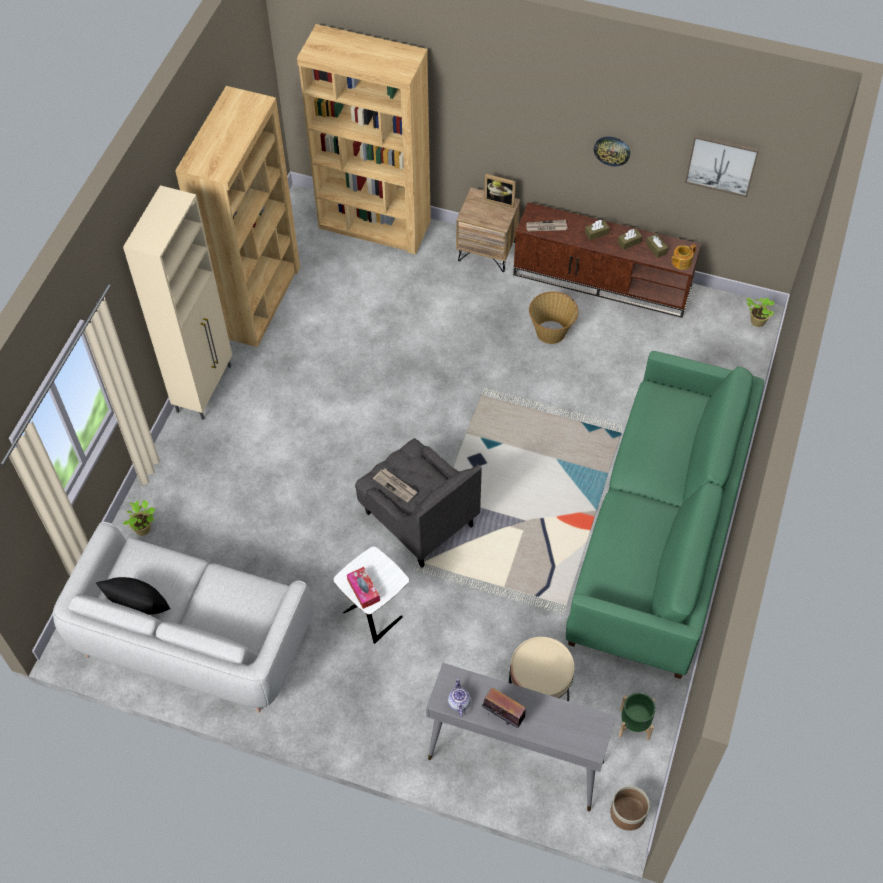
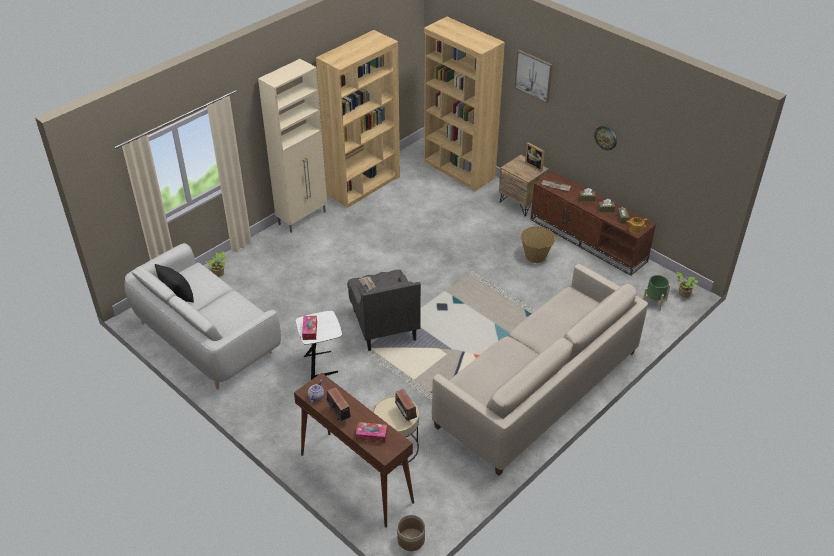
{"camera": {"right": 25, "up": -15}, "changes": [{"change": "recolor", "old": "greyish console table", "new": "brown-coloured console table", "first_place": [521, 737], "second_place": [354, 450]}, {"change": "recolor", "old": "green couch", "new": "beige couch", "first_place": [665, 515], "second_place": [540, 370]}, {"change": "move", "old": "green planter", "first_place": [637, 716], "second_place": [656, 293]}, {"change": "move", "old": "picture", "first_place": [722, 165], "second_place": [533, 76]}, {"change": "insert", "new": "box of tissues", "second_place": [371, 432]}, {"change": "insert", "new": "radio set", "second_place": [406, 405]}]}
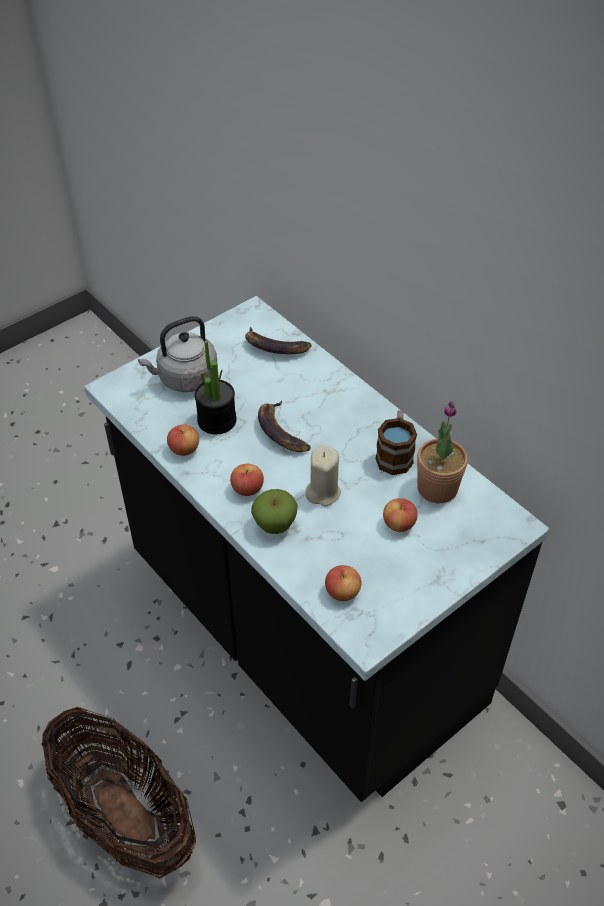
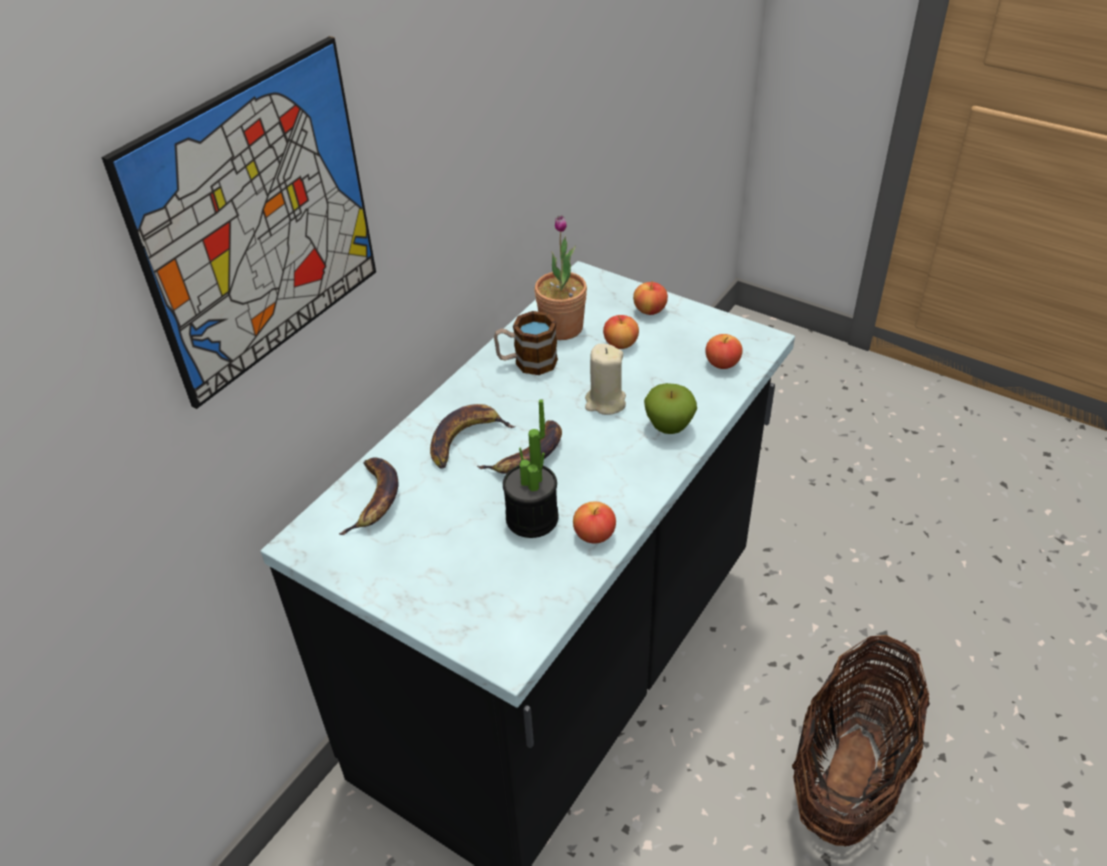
{"camera": {"right": -105, "up": -5}, "changes": [{"change": "delete", "old": "greyish water kettle", "first_place": [178, 354]}, {"change": "move", "old": "apple", "first_place": [247, 480], "second_place": [650, 298]}, {"change": "insert", "new": "picture", "second_place": [238, 222]}, {"change": "insert", "new": "banana", "second_place": [473, 436]}]}
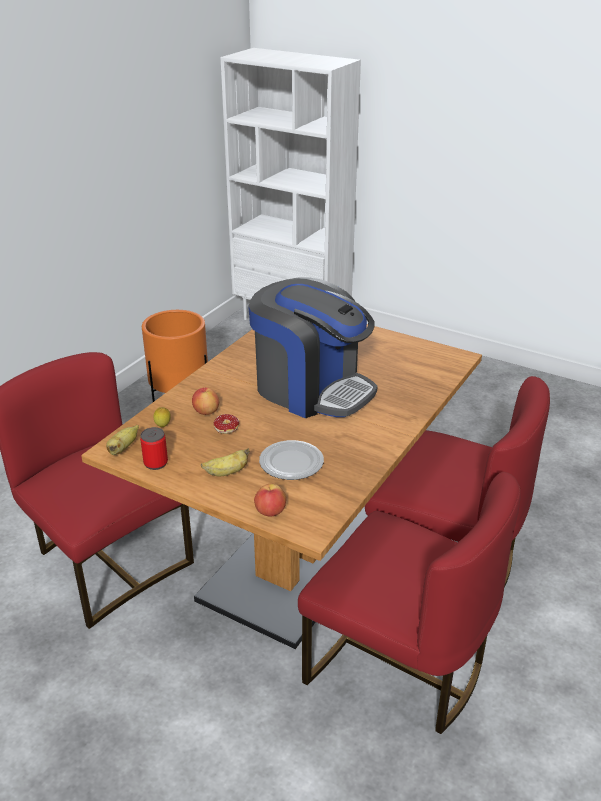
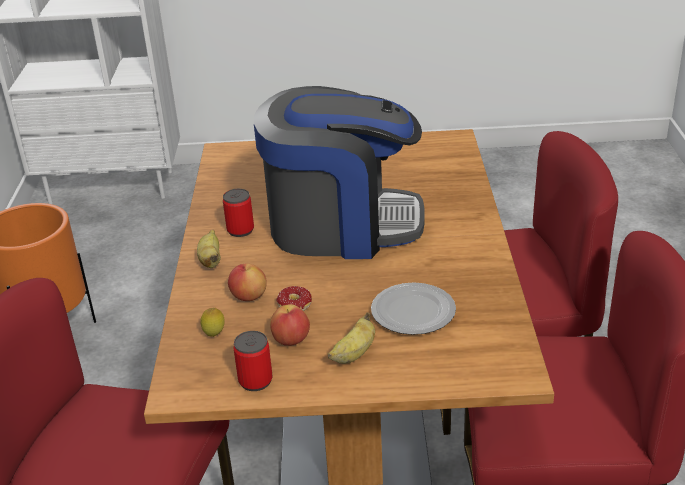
{"camera": {"right": -30, "up": 0}, "changes": [{"change": "move", "old": "banana", "first_place": [122, 440], "second_place": [209, 249]}, {"change": "move", "old": "apple", "first_place": [270, 500], "second_place": [290, 325]}, {"change": "insert", "new": "sealed can", "second_place": [238, 213]}]}
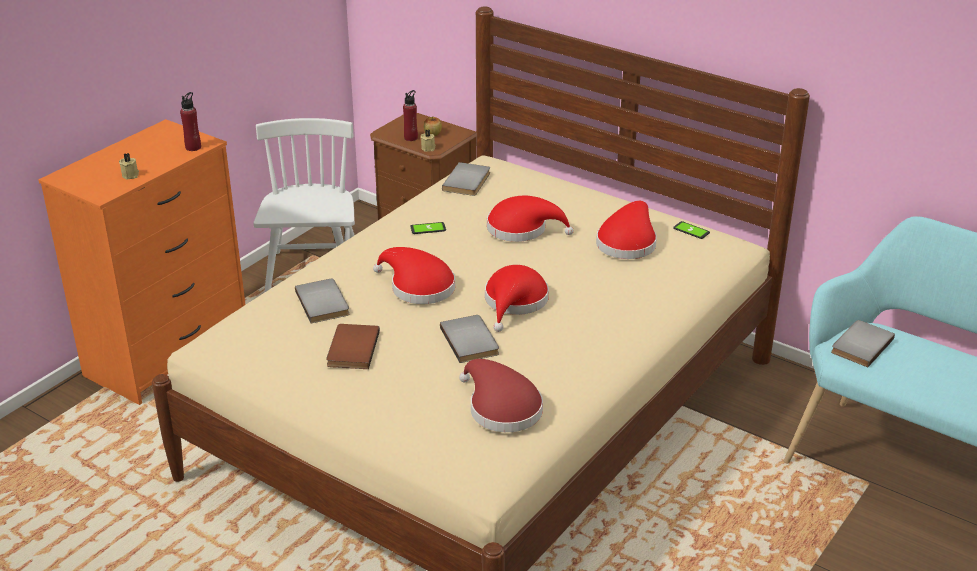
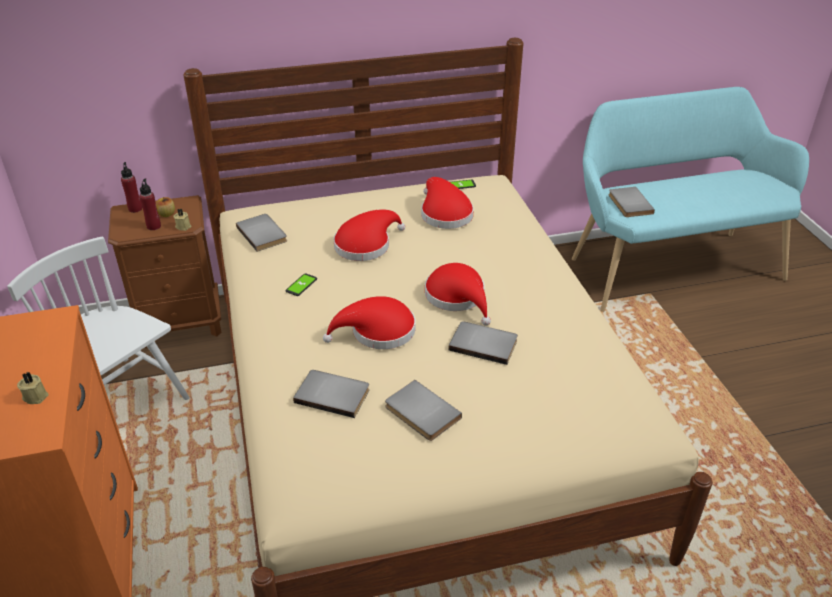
{"camera": {"right": -50, "up": 5}, "changes": [{"change": "move", "old": "red beverage bottle", "first_place": [190, 121], "second_place": [131, 187]}, {"change": "recolor", "old": "brown-coloured bound book", "new": "greyish bound book", "first_place": [353, 346], "second_place": [423, 410]}, {"change": "delete", "old": "red wearable hat", "first_place": [501, 395]}]}
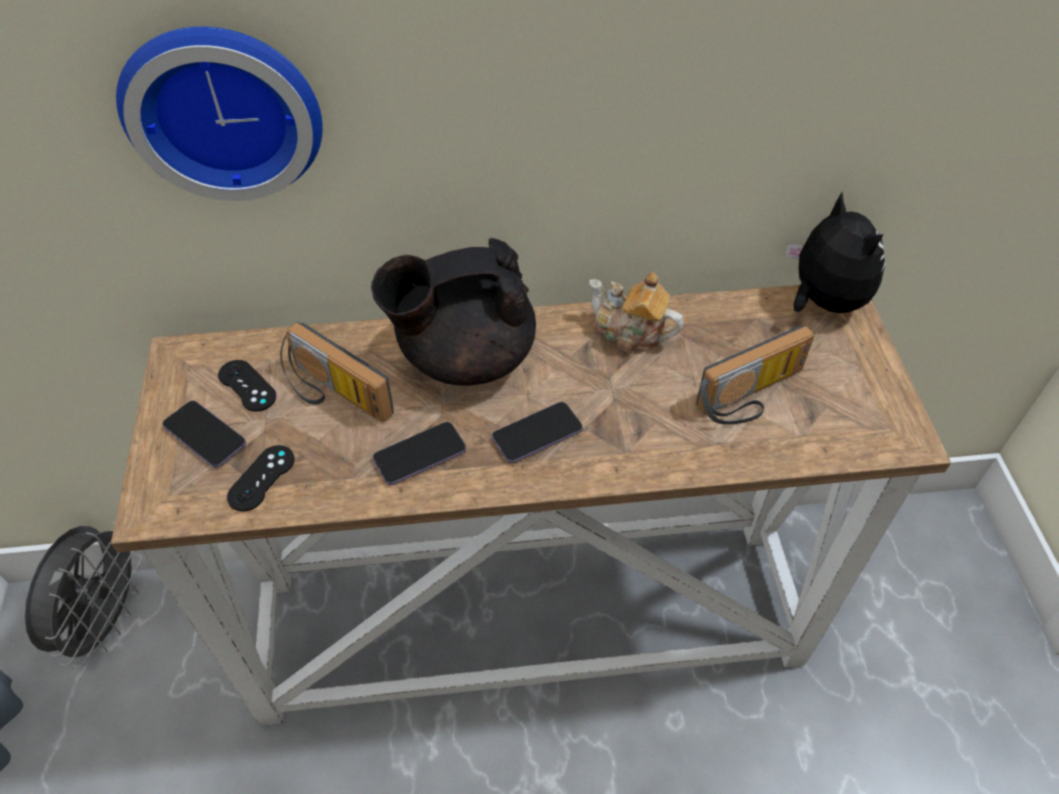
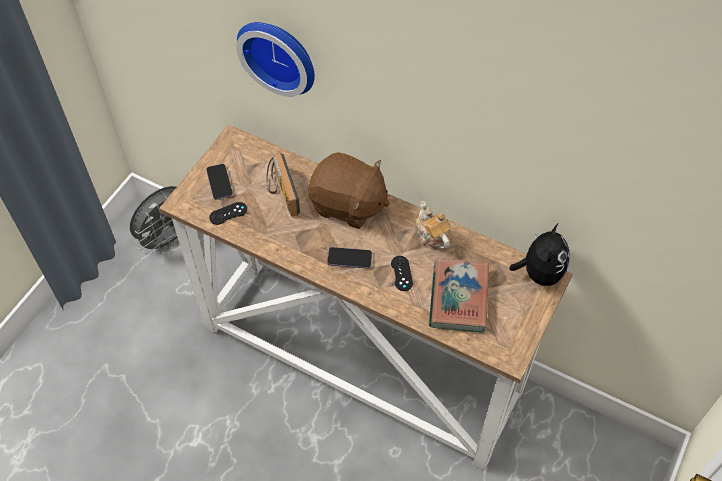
{"camera": {"right": 35, "up": 5}, "changes": [{"change": "move", "old": "black game controller", "first_place": [247, 386], "second_place": [402, 273]}, {"change": "replace", "old": "black pot for tea", "new": "brown-coloured plush toy", "first_place": [453, 312], "second_place": [349, 190]}, {"change": "delete", "old": "phone", "first_place": [419, 453]}, {"change": "replace", "old": "radio set", "new": "bound book", "first_place": [755, 375], "second_place": [459, 295]}]}
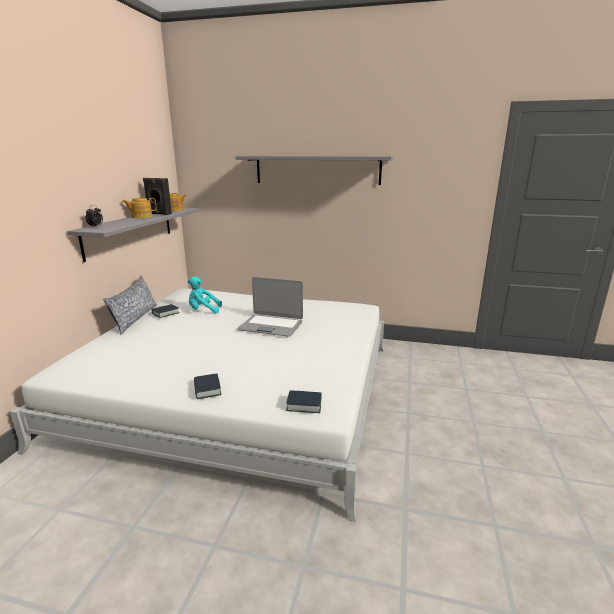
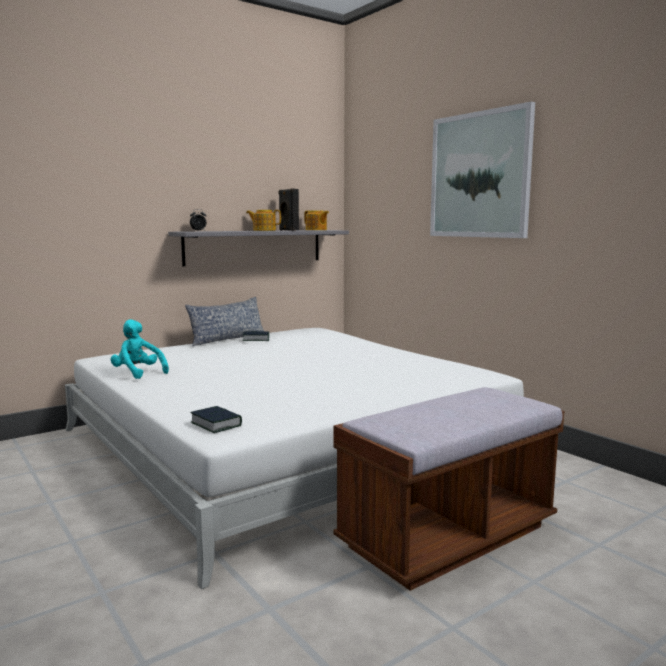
{"camera": {"right": 40, "up": -10}, "changes": [{"change": "move", "old": "blue-green plush toy", "first_place": [204, 295], "second_place": [140, 349]}, {"change": "delete", "old": "bound book", "first_place": [207, 386]}, {"change": "replace", "old": "greyish shelf", "new": "picture", "first_place": [314, 170], "second_place": [482, 170]}, {"change": "delete", "old": "laptop", "first_place": [270, 307]}, {"change": "insert", "new": "brown-coloured long seat", "second_place": [448, 489]}]}
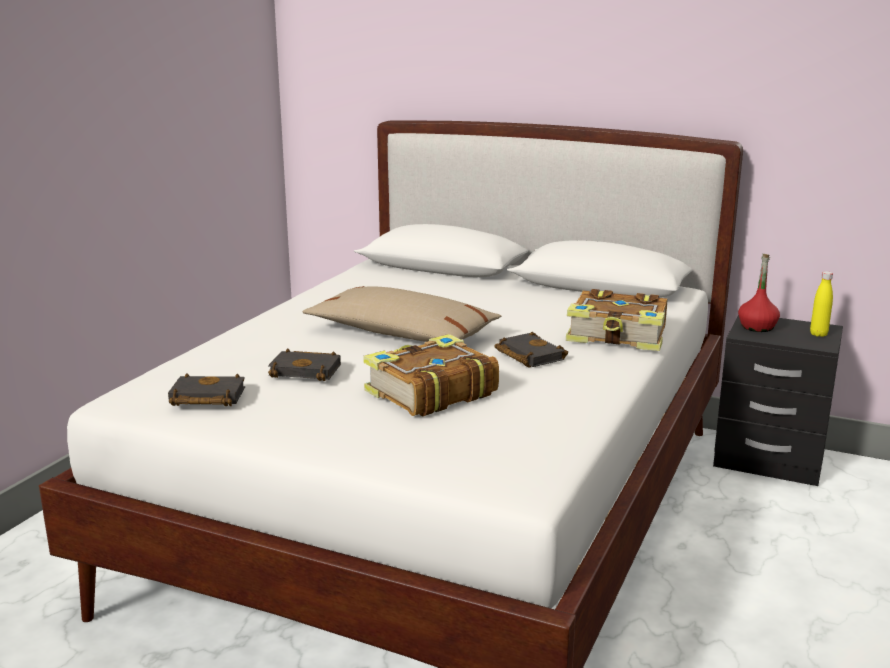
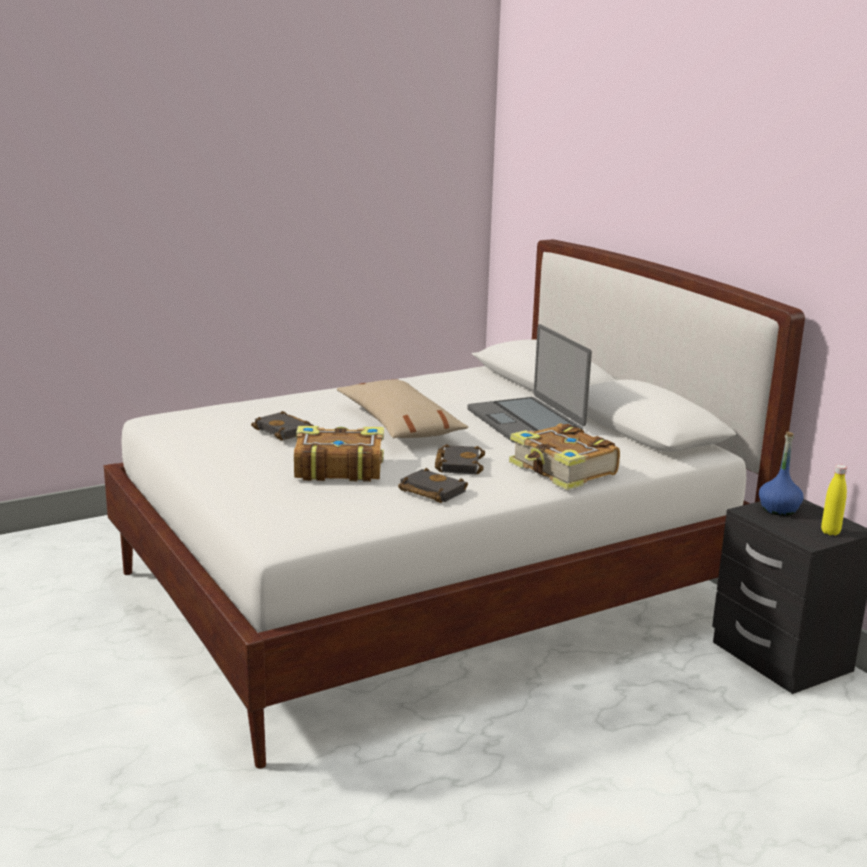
{"camera": {"right": 35, "up": 0}, "changes": [{"change": "move", "old": "black bound book", "first_place": [206, 389], "second_place": [433, 485]}, {"change": "recolor", "old": "red beverage bottle", "new": "blue-coloured beverage bottle", "first_place": [759, 293], "second_place": [781, 474]}, {"change": "insert", "new": "laptop", "second_place": [529, 383]}]}
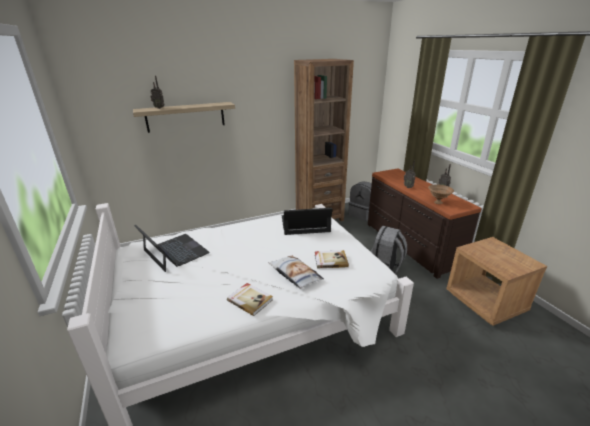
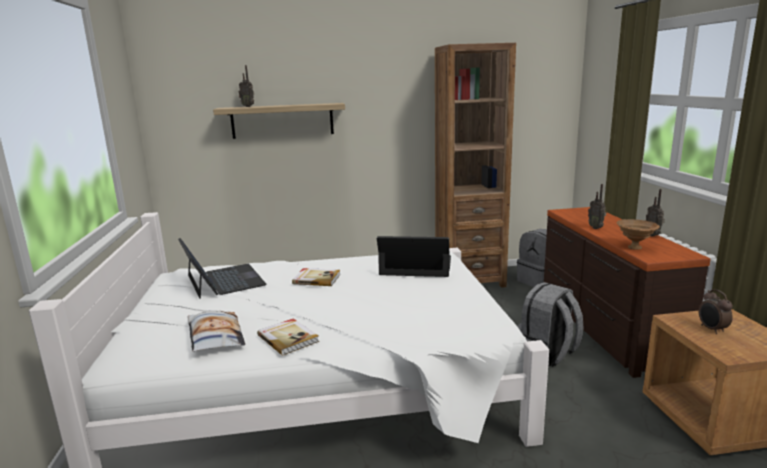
{"camera": {"right": 15, "up": -10}, "changes": [{"change": "move", "old": "pillow", "first_place": [296, 272], "second_place": [216, 331]}, {"change": "move", "old": "bound book", "first_place": [332, 259], "second_place": [316, 277]}, {"change": "insert", "new": "table clock", "second_place": [716, 311]}]}
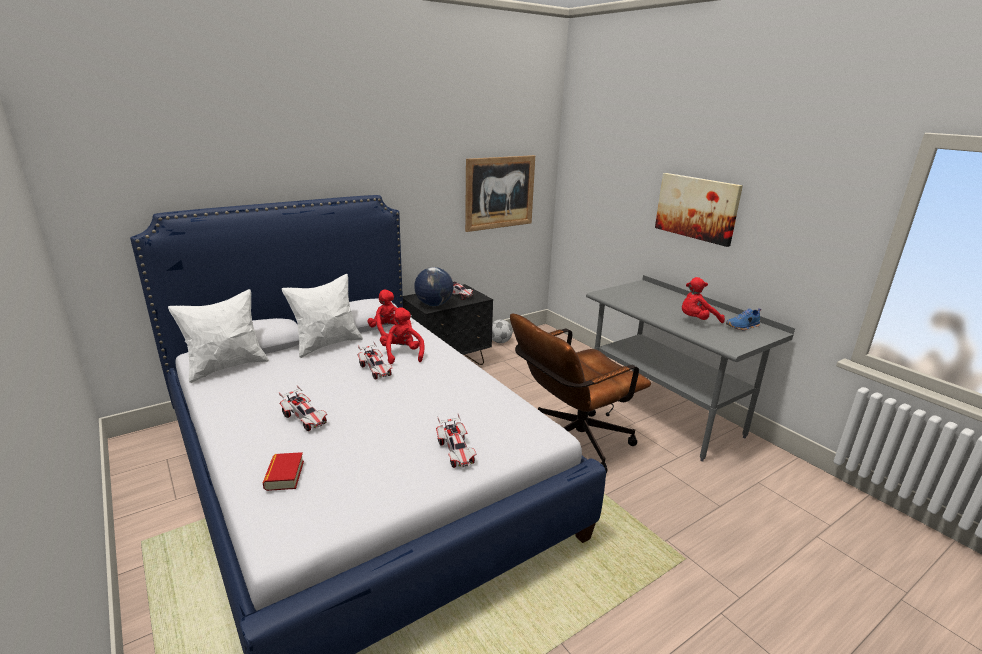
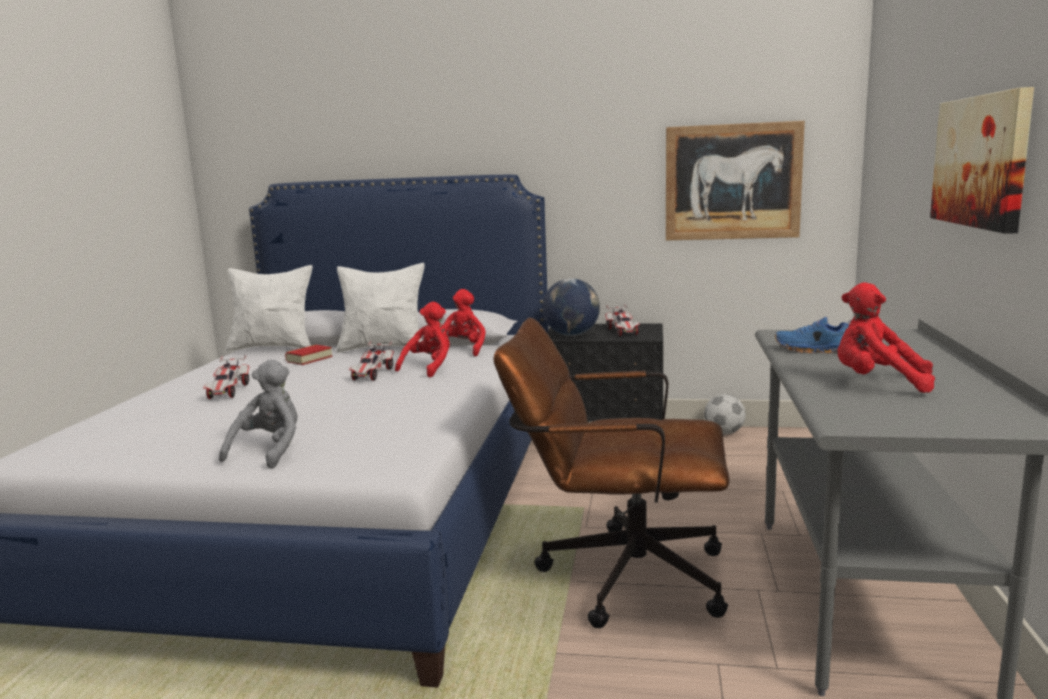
{"camera": {"right": 45, "up": -10}, "changes": [{"change": "move", "old": "bound book", "first_place": [283, 471], "second_place": [309, 355]}, {"change": "replace", "old": "toy car", "new": "greyish plush toy", "first_place": [456, 441], "second_place": [258, 414]}, {"change": "move", "old": "blue-coloured shoe", "first_place": [743, 319], "second_place": [813, 335]}]}
